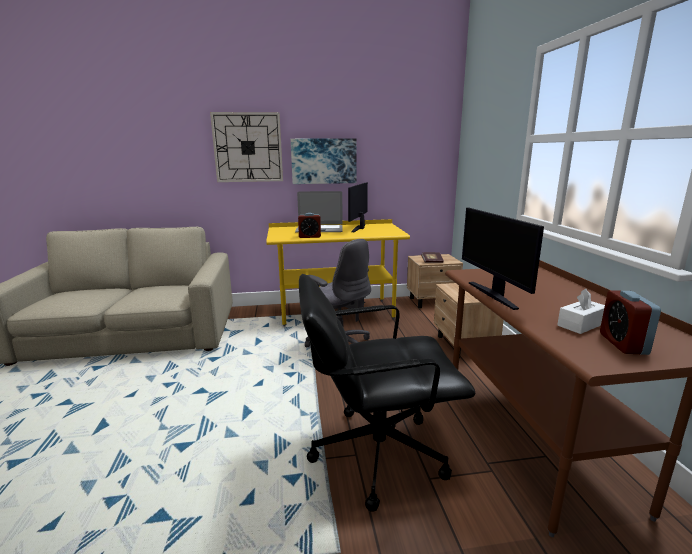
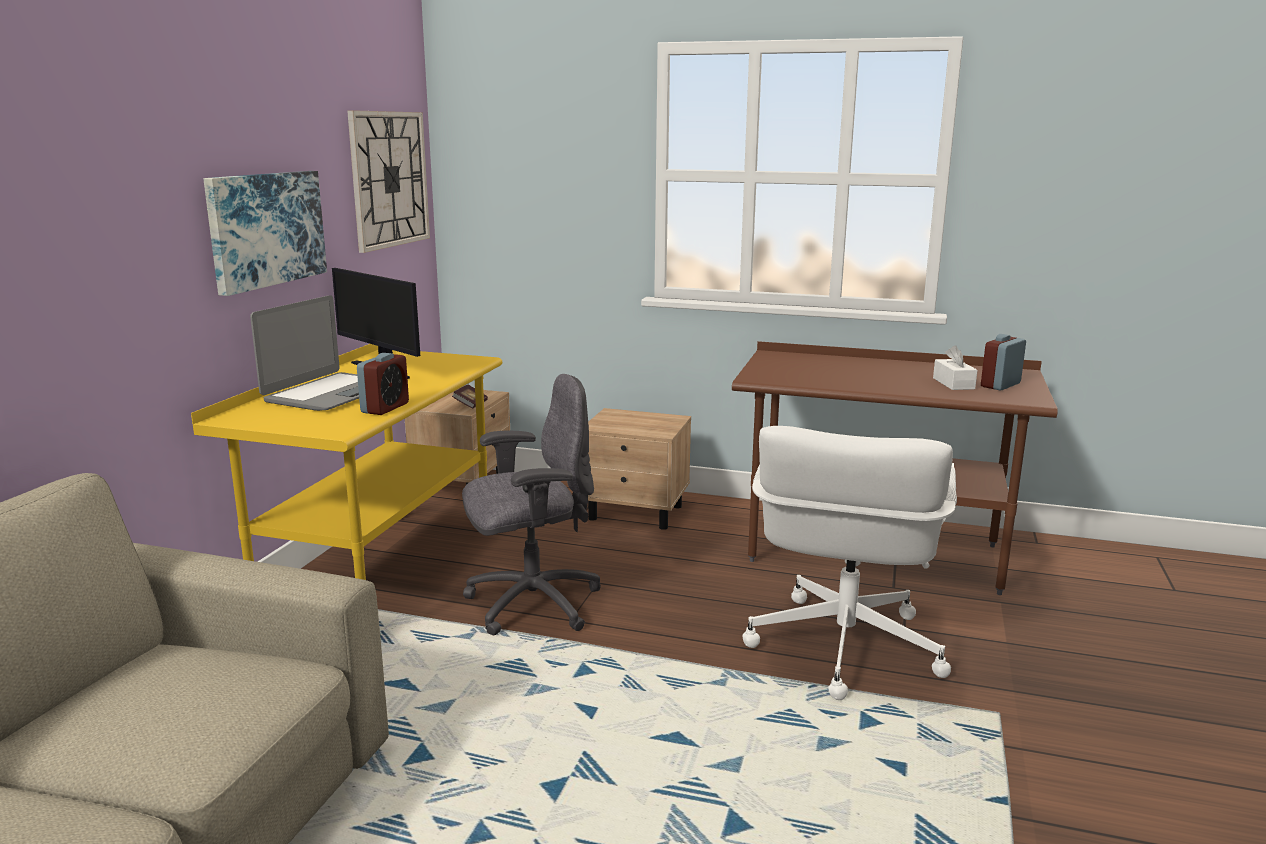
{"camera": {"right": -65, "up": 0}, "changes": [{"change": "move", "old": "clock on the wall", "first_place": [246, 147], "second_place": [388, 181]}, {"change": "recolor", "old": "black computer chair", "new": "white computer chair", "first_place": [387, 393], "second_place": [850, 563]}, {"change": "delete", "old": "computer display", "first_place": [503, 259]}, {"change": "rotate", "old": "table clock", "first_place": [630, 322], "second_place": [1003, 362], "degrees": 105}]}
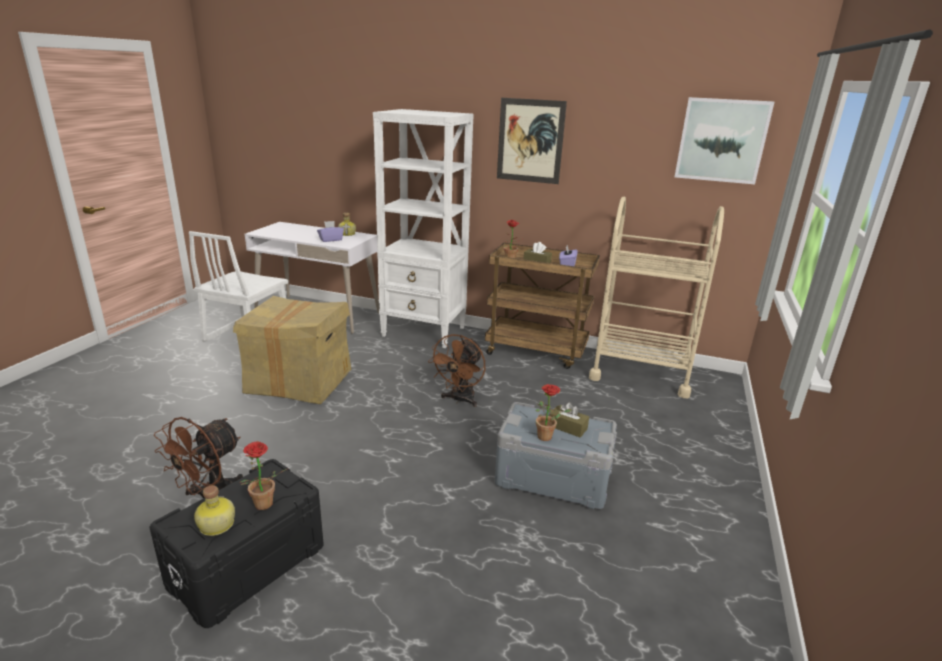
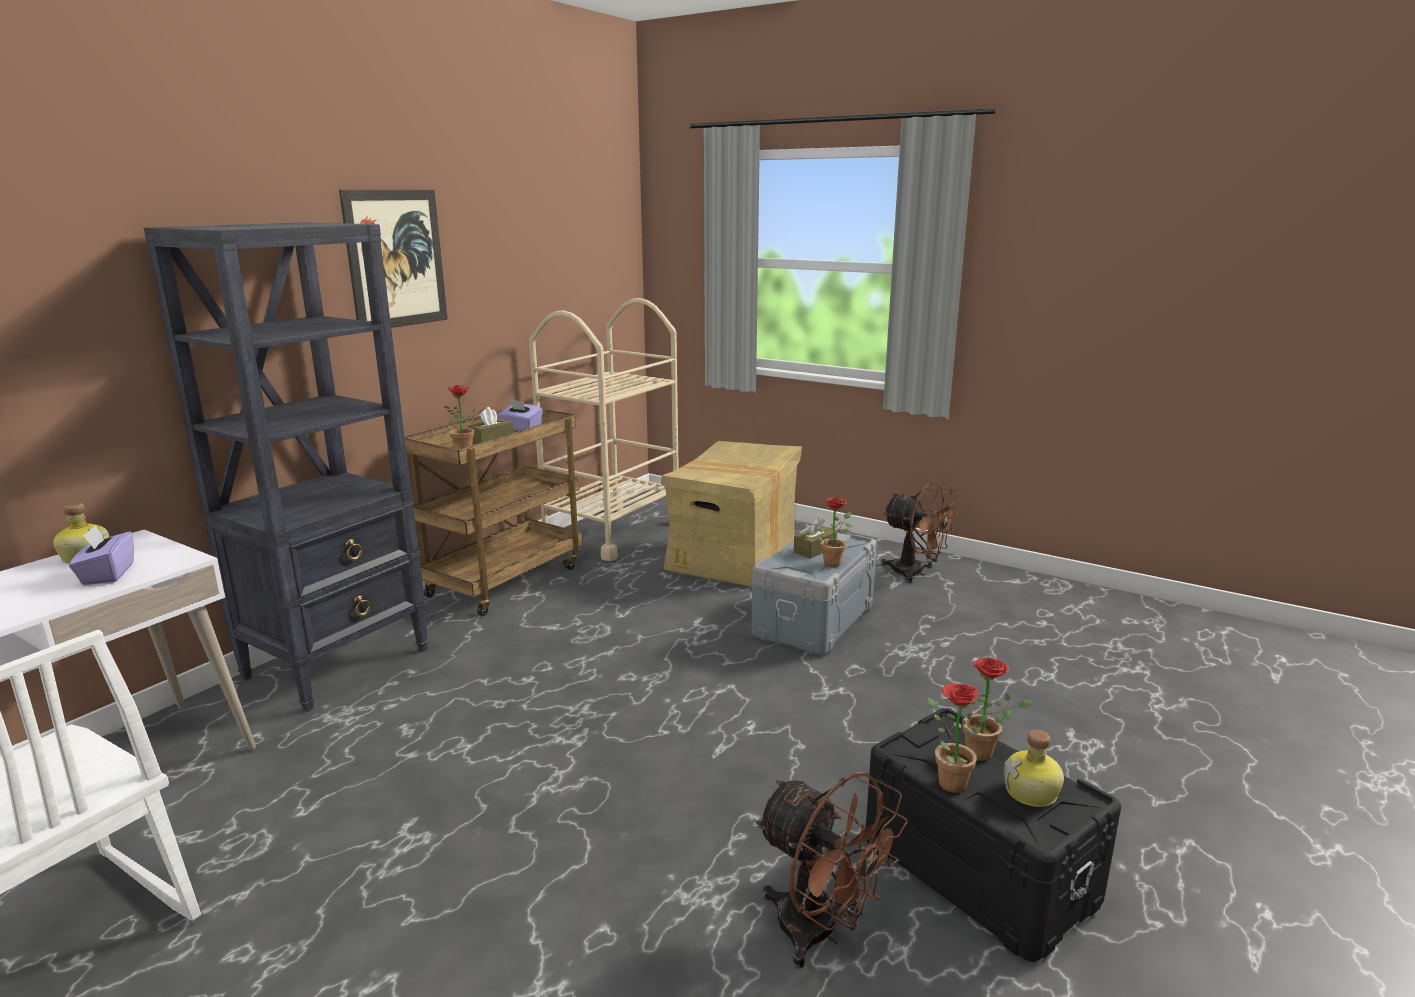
{"camera": {"right": -75, "up": -5}, "changes": [{"change": "move", "old": "cardboard box", "first_place": [292, 350], "second_place": [731, 514]}, {"change": "recolor", "old": "white bookshelf", "new": "black bookshelf", "first_place": [423, 228], "second_place": [286, 467]}, {"change": "move", "old": "brown-coloured fan", "first_place": [457, 370], "second_place": [920, 532]}, {"change": "delete", "old": "picture", "first_place": [724, 140]}, {"change": "insert", "new": "houseplant", "second_place": [958, 738]}]}
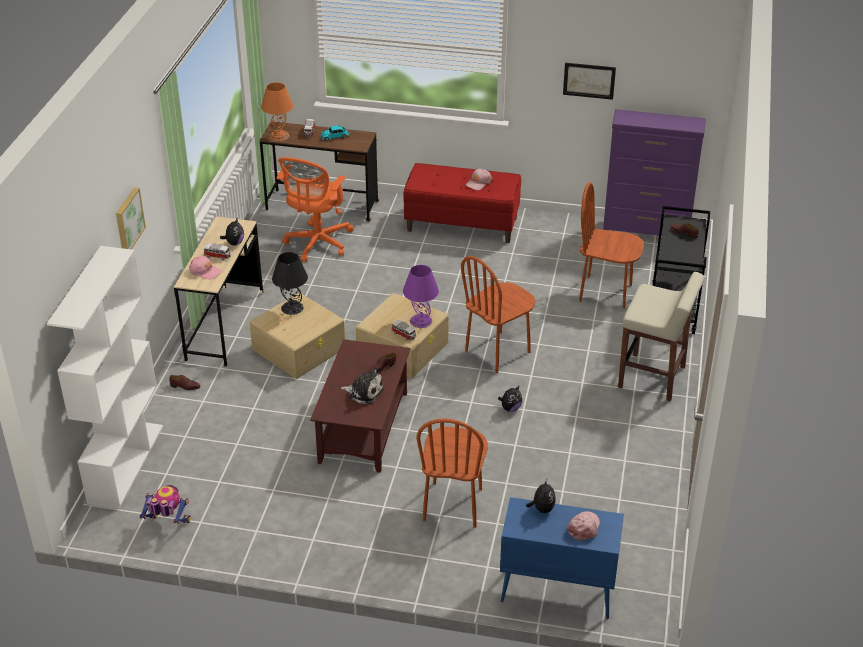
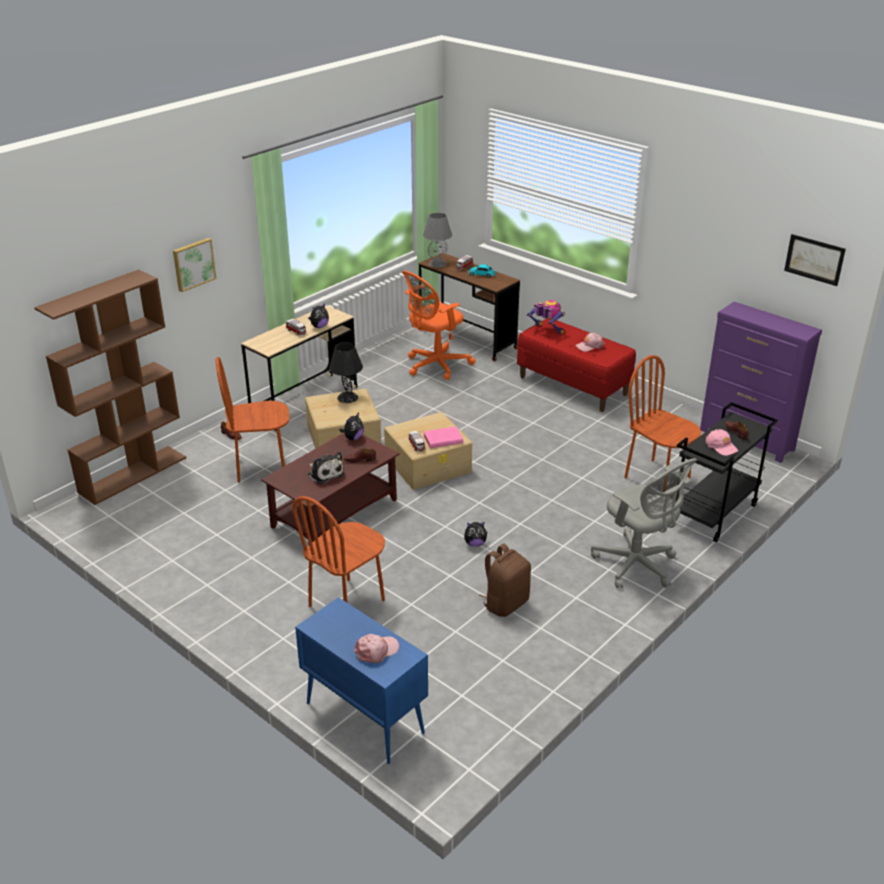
{"camera": {"right": 30, "up": -5}, "changes": [{"change": "recolor", "old": "white bookshelf", "new": "brown-coloured bookshelf", "first_place": [105, 377], "second_place": [110, 387]}, {"change": "move", "old": "toy robot", "first_place": [165, 504], "second_place": [546, 317]}, {"change": "move", "old": "pink peaked cap", "first_place": [205, 268], "second_place": [722, 442]}, {"change": "recolor", "old": "orange tabletop lamp", "new": "greyish tabletop lamp", "first_place": [277, 111], "second_place": [437, 240]}, {"change": "replace", "old": "purple-coloured tabletop lamp", "new": "pink bound book", "first_place": [421, 296], "second_place": [443, 437]}, {"change": "move", "old": "brown-coloured upright chair", "first_place": [498, 314], "second_place": [253, 420]}, {"change": "move", "old": "plush toy", "first_place": [541, 496], "second_place": [351, 426]}, {"change": "move", "old": "picture", "first_place": [589, 81], "second_place": [815, 260]}, {"change": "replace", "old": "beige stool seat", "new": "greyish computer chair", "first_place": [661, 336], "second_place": [644, 523]}, {"change": "insert", "new": "brown-coloured knapsack", "second_place": [505, 580]}]}
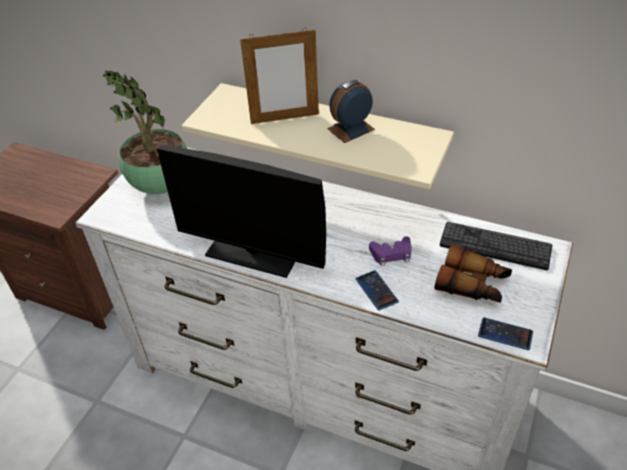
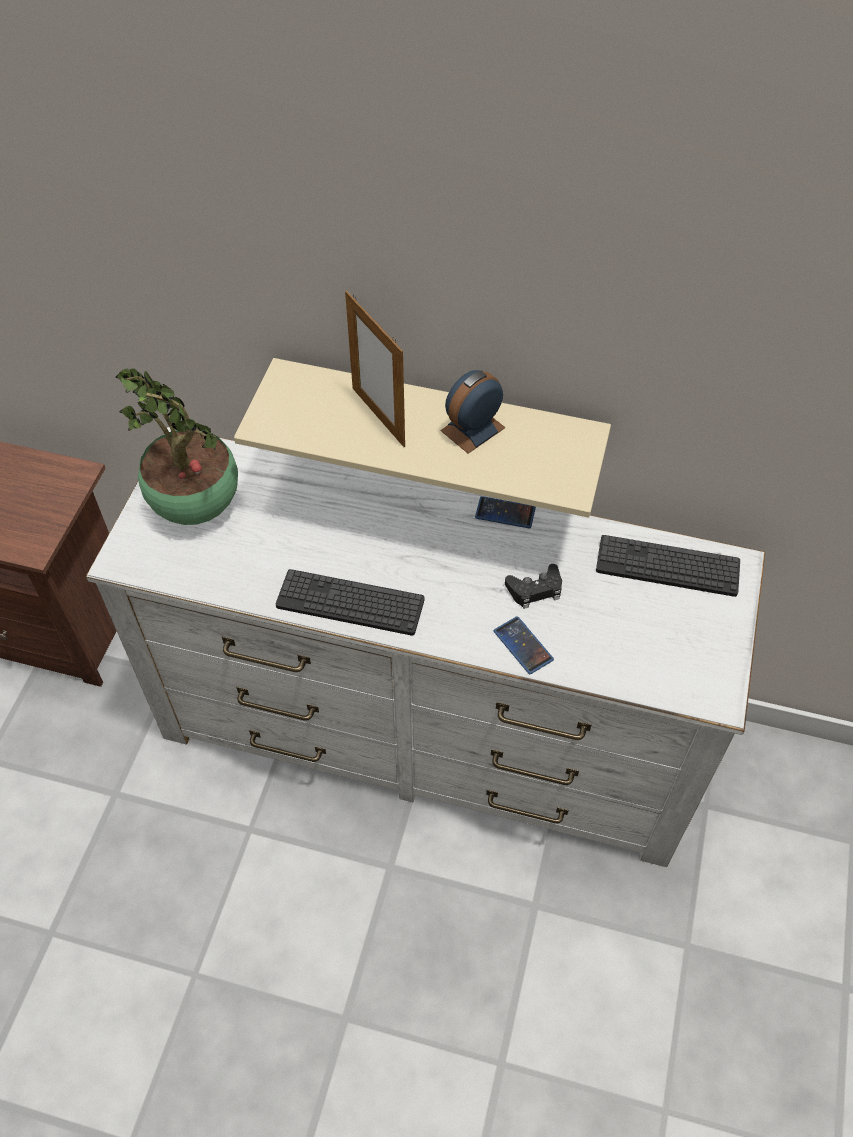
{"camera": {"right": -10, "up": 10}, "changes": [{"change": "replace", "old": "computer display", "new": "computer keyboard", "first_place": [241, 211], "second_place": [350, 602]}, {"change": "rotate", "old": "picture frame", "first_place": [279, 75], "second_place": [375, 369], "degrees": 75}, {"change": "recolor", "old": "purple-coloured game controller", "new": "black game controller", "first_place": [390, 251], "second_place": [533, 586]}, {"change": "delete", "old": "field glasses", "first_place": [473, 273]}, {"change": "move", "old": "phone", "first_place": [505, 333], "second_place": [505, 512]}]}
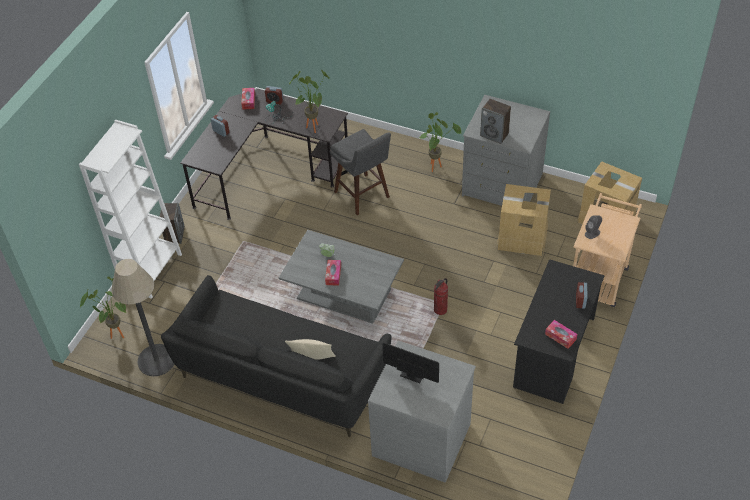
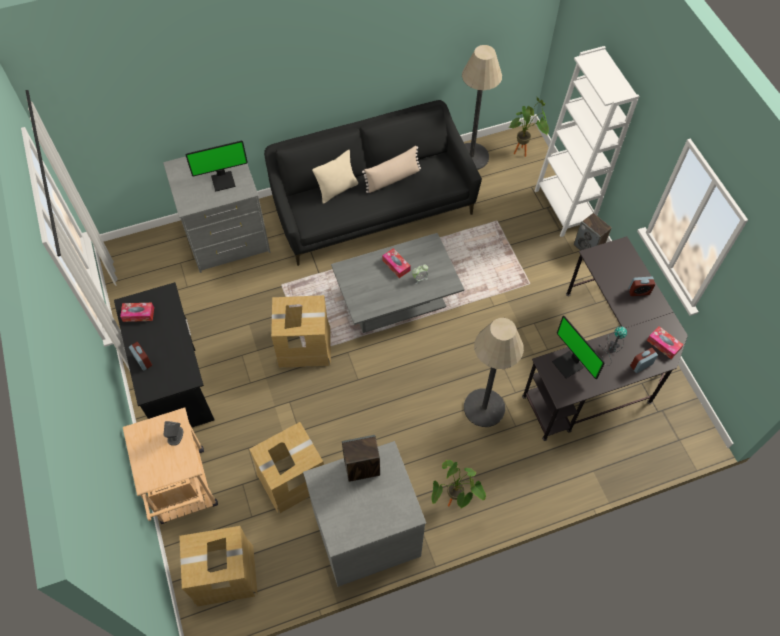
{"camera": {"right": 135, "up": 10}, "changes": [{"change": "replace", "old": "houseplant", "new": "computer display", "first_place": [309, 101], "second_place": [578, 347]}, {"change": "replace", "old": "greyish stool seat", "new": "standard lamp", "first_place": [360, 172], "second_place": [494, 372]}, {"change": "replace", "old": "fire extinguisher", "new": "cardboard box", "first_place": [441, 296], "second_place": [301, 331]}, {"change": "insert", "new": "beige pillow", "second_place": [391, 169]}]}
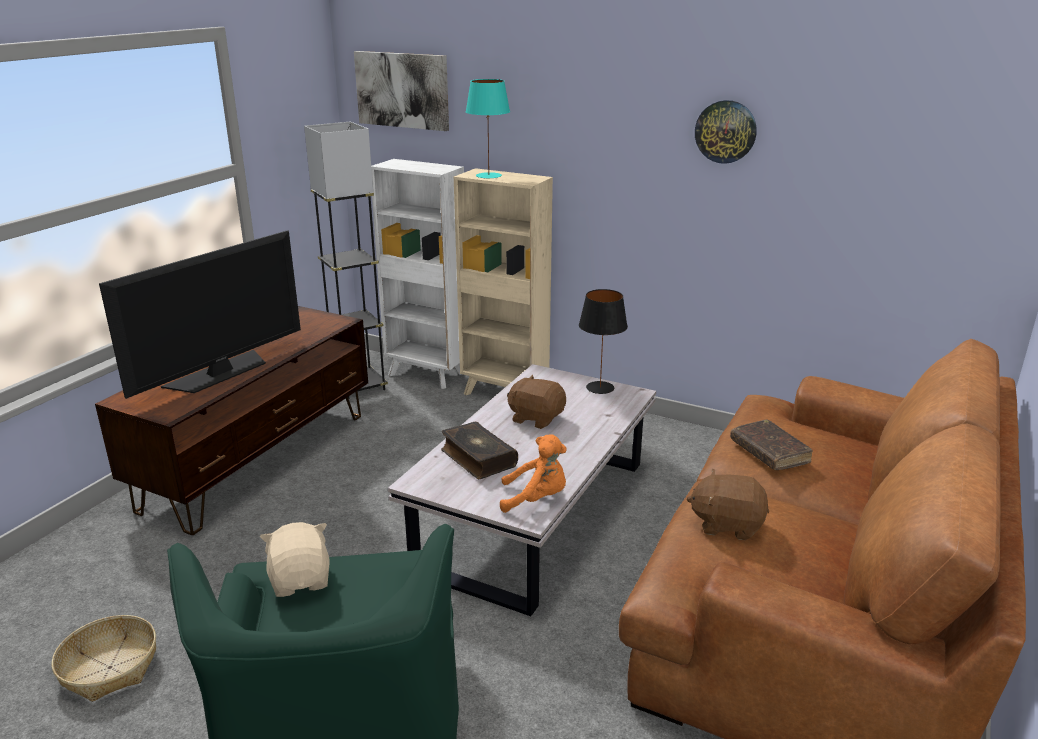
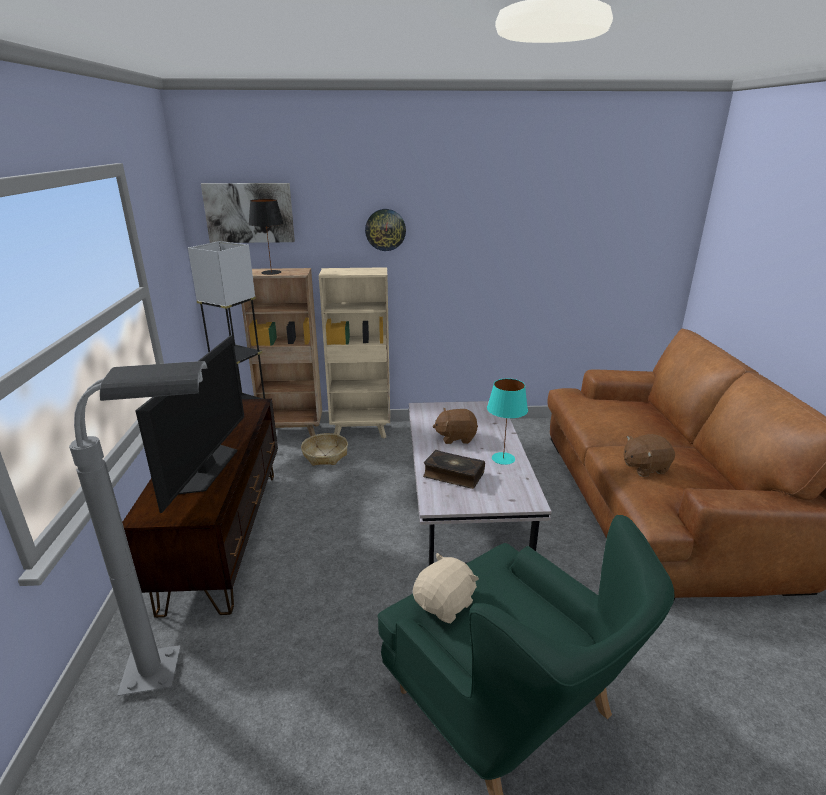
{"camera": {"right": -30, "up": 0}, "changes": [{"change": "move", "old": "basket", "first_place": [104, 658], "second_place": [324, 449]}, {"change": "rotate", "old": "beige plush toy", "first_place": [295, 559], "second_place": [446, 588], "degrees": 90}, {"change": "recolor", "old": "white bookshelf", "new": "brown-coloured bookshelf", "first_place": [417, 274], "second_place": [282, 352]}, {"change": "move", "old": "blue-green tabletop lamp", "first_place": [488, 129], "second_place": [507, 421]}, {"change": "delete", "old": "orange plush toy", "first_place": [533, 473]}, {"change": "move", "old": "black tabletop lamp", "first_place": [603, 341], "second_place": [266, 237]}, {"change": "move", "old": "clock on the wall", "first_place": [726, 132], "second_place": [385, 230]}, {"change": "delete", "old": "brown-coloured bound book", "first_place": [771, 444]}, {"change": "insert", "new": "greyish standard lamp", "second_place": [138, 528]}]}
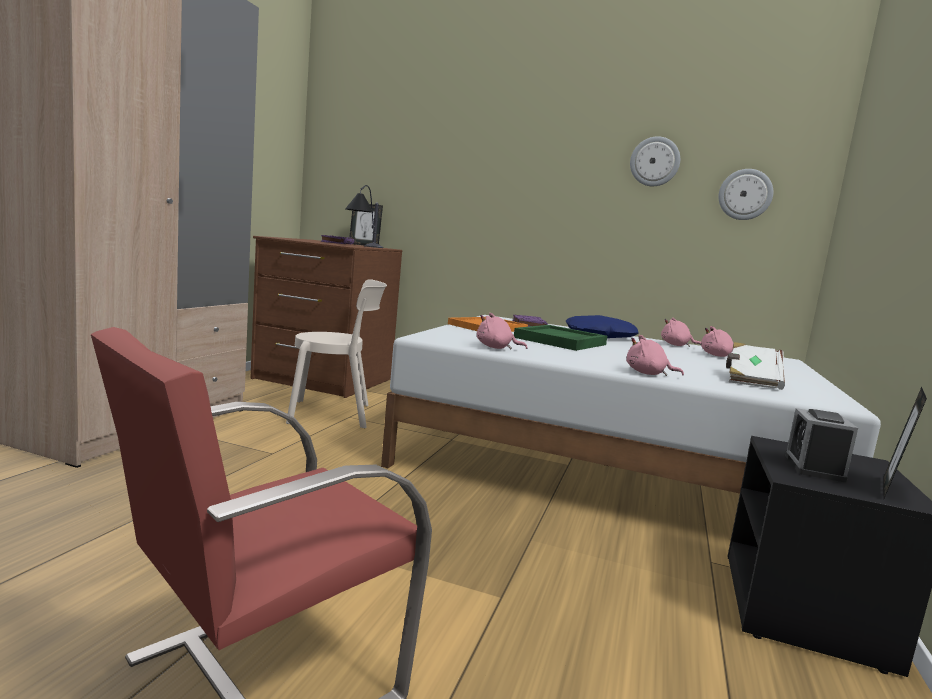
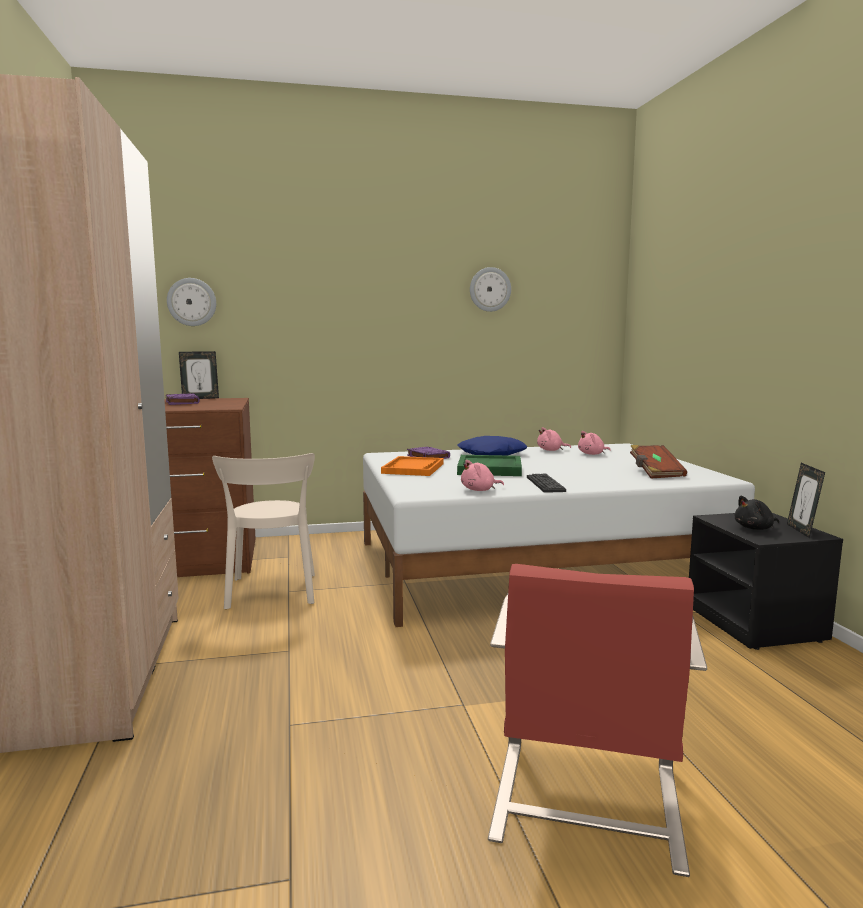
{"camera": {"right": -30, "up": 0}, "changes": [{"change": "rotate", "old": "beige upright chair", "first_place": [336, 353], "second_place": [263, 531], "degrees": 120}, {"change": "delete", "old": "tabletop lamp", "first_place": [364, 216]}, {"change": "delete", "old": "pink plush toy", "first_place": [655, 355]}, {"change": "move", "old": "clock on the wall", "first_place": [745, 194], "second_place": [191, 302]}, {"change": "recolor", "old": "white bound book", "new": "brown-coloured bound book", "first_place": [755, 366], "second_place": [658, 462]}, {"change": "replace", "old": "table clock", "new": "black plush toy", "first_place": [821, 445], "second_place": [757, 513]}, {"change": "insert", "new": "computer keyboard", "second_place": [546, 483]}]}
